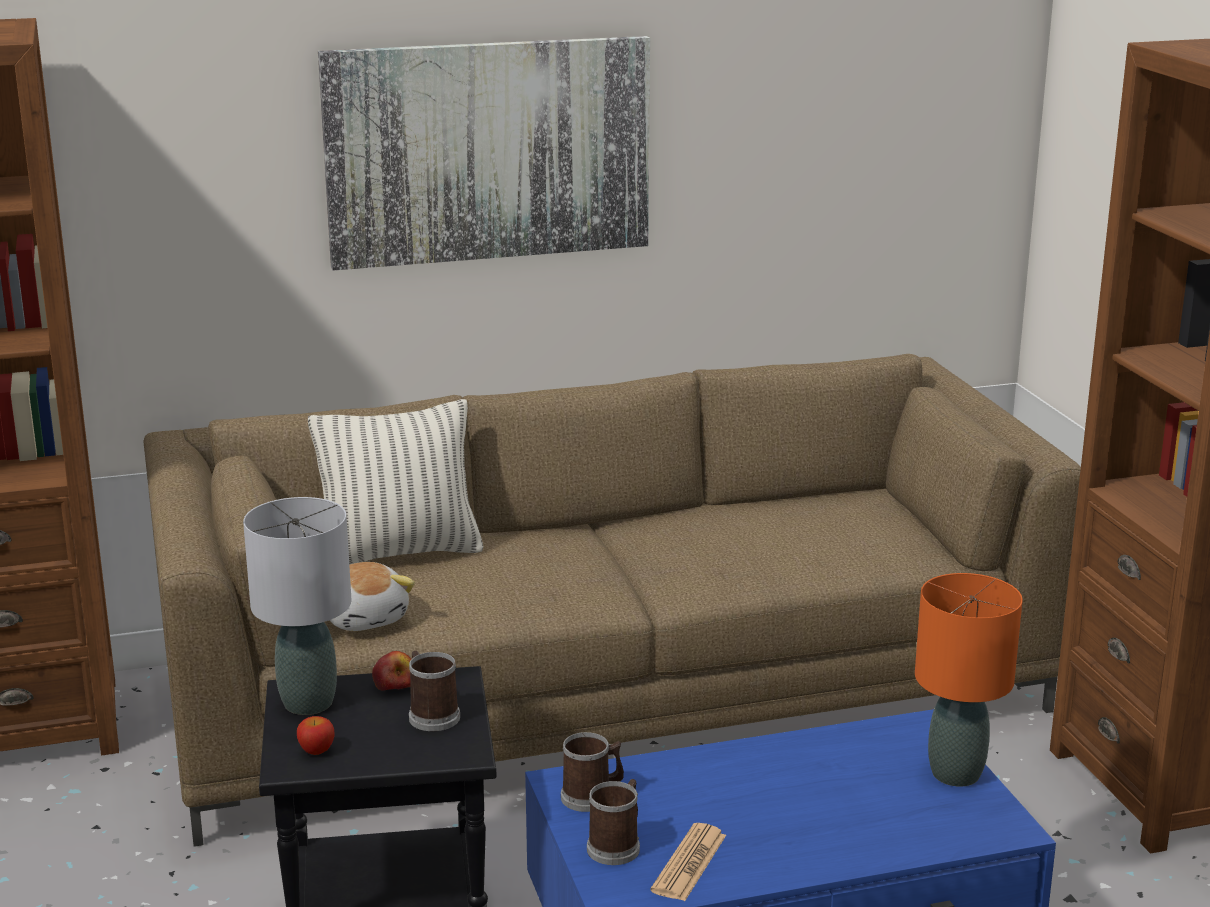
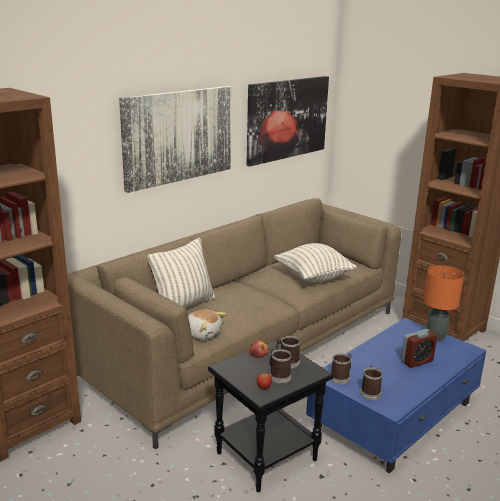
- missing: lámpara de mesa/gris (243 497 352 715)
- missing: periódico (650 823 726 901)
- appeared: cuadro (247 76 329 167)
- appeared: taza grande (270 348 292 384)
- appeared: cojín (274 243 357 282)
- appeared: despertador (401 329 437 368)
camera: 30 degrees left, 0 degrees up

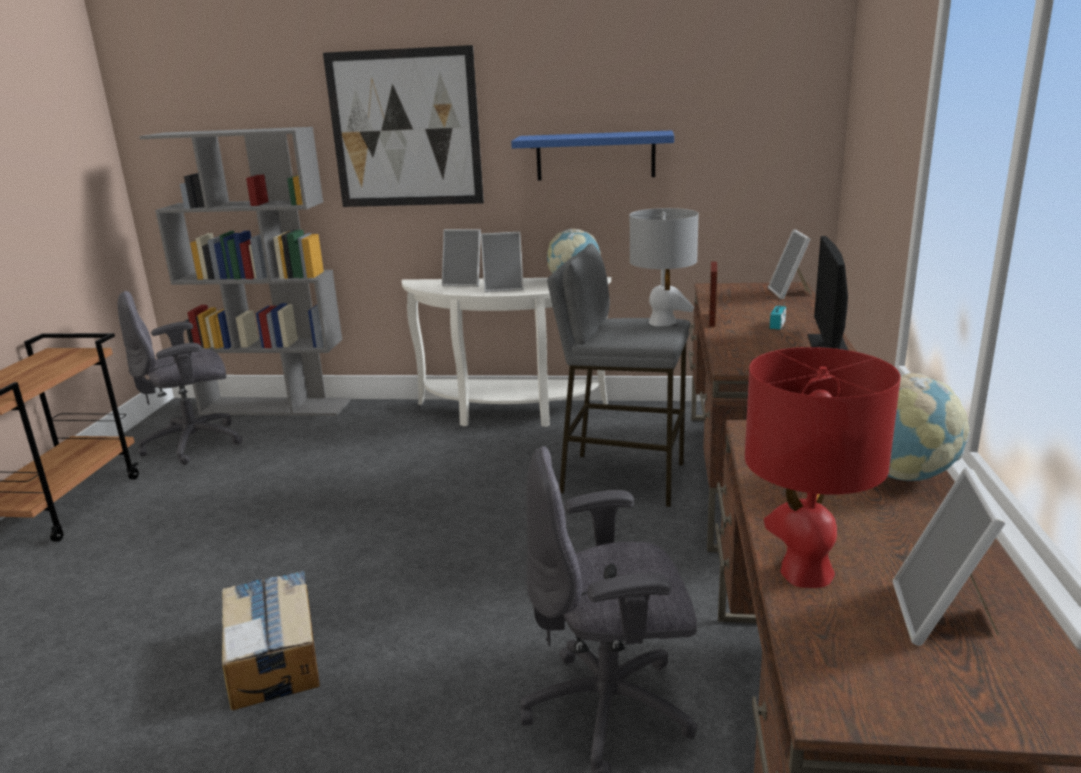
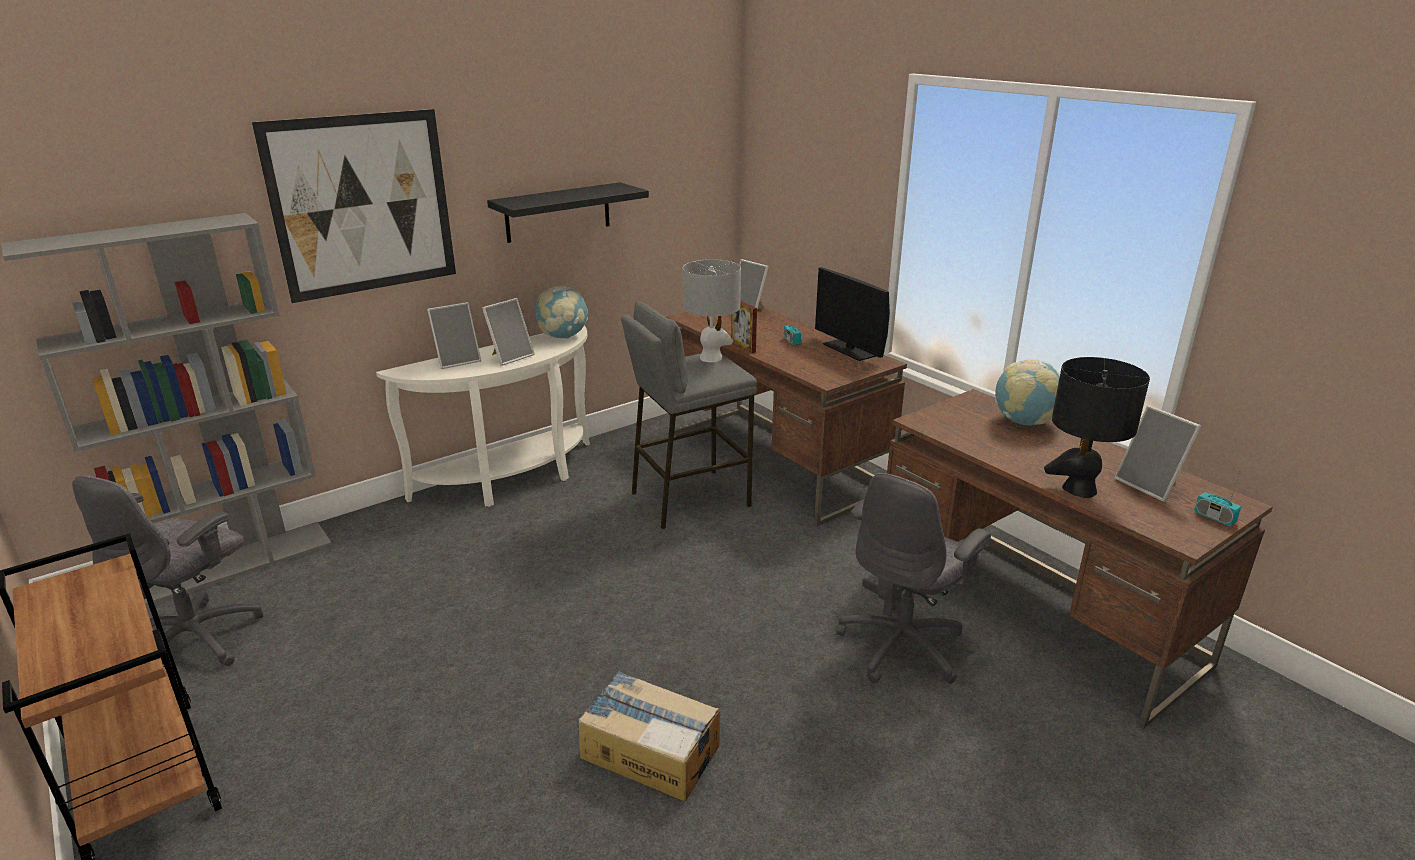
- colour: estante/azul (511 130 674 181) to estante/negro (487 182 649 243)
- colour: lámpara de mesa/rojo (745 347 901 588) to lámpara de mesa/negro (1044 357 1150 498)
- appeared: radio (1194 472 1241 526)
camera: 45 degrees left, 5 degrees up

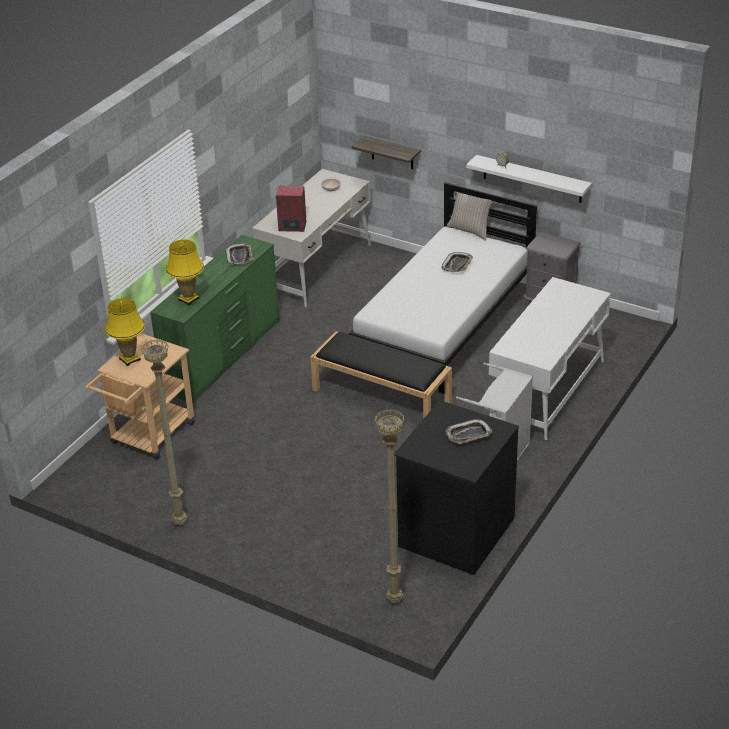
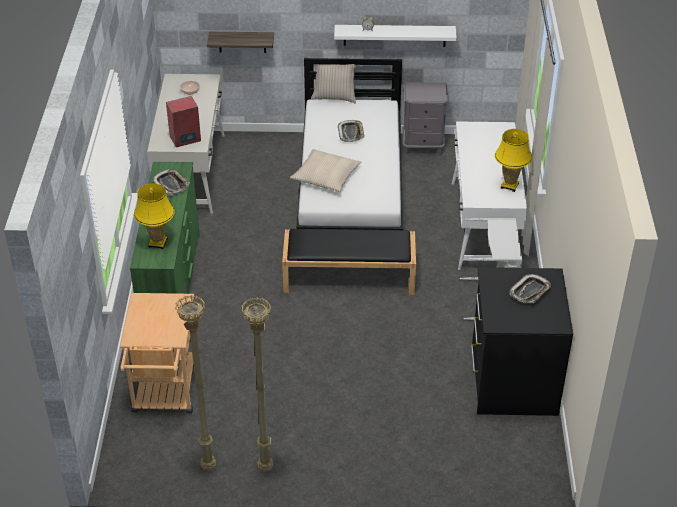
- relocated: lámpara de mesa/amarillo (105 298 145 366) to (495 129 532 192)
- relocated: lámpara de pie/beis (375 409 404 603) to (175 295 216 471)
- appeared: cojín/beis (290 149 361 192)
camera: 30 degrees left, 5 degrees up

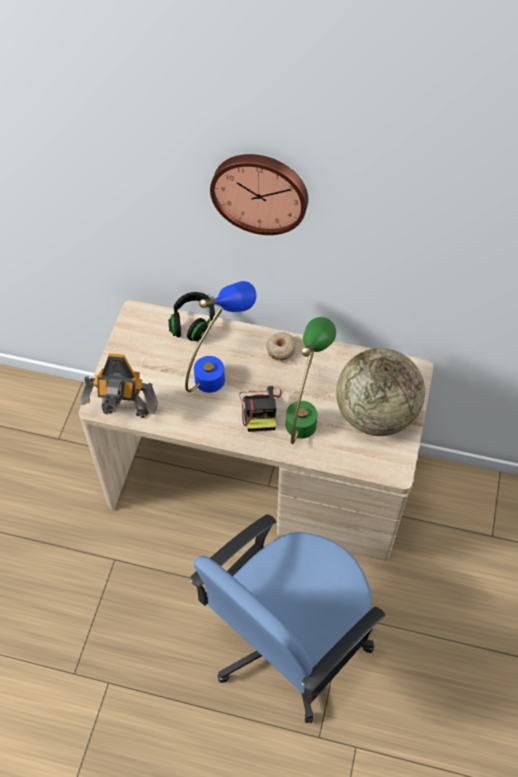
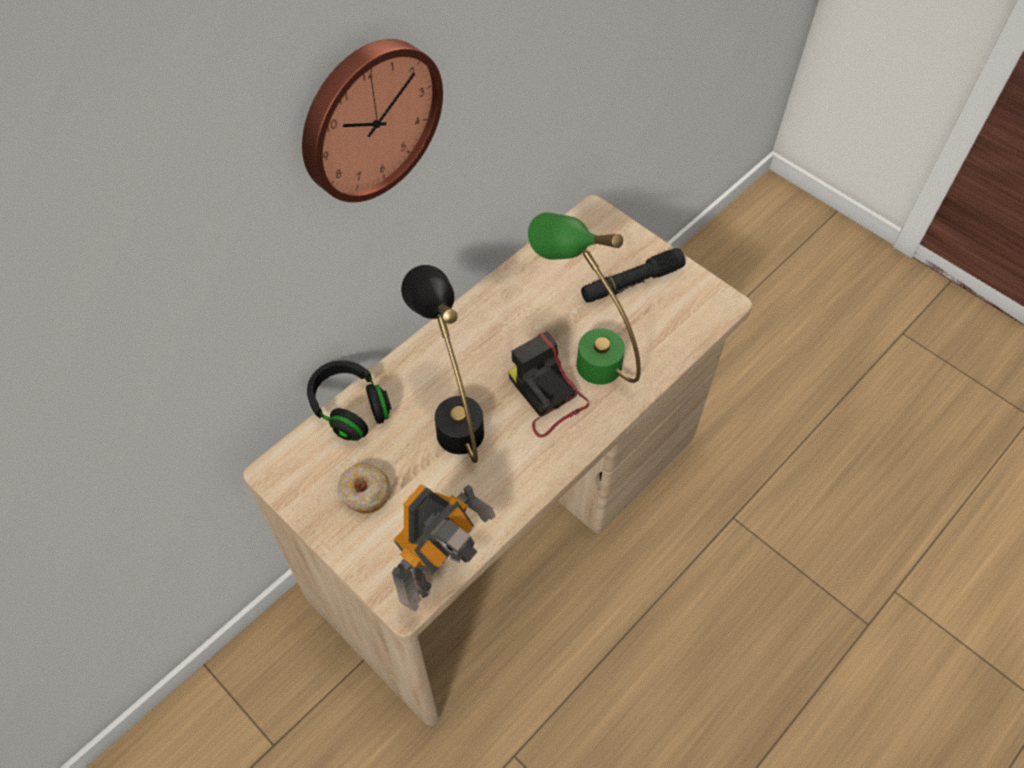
- colour: lámpara de mesa/azul (185 281 256 393) to lámpara de mesa/negro (401 265 484 463)
- missing: silla de oficina/azul (190 514 385 723)
- spun: cámara (240 386 282 432) = (508 331 589 438) 150 degrees counterclockwise
- relocated: rosquilla (266 332 296 361) to (338 464 390 514)
- exchanged: globo terráqueo (336 348 425 436) to linterna/negro (581 248 686 302)
camera: 60 degrees left, 0 degrees up

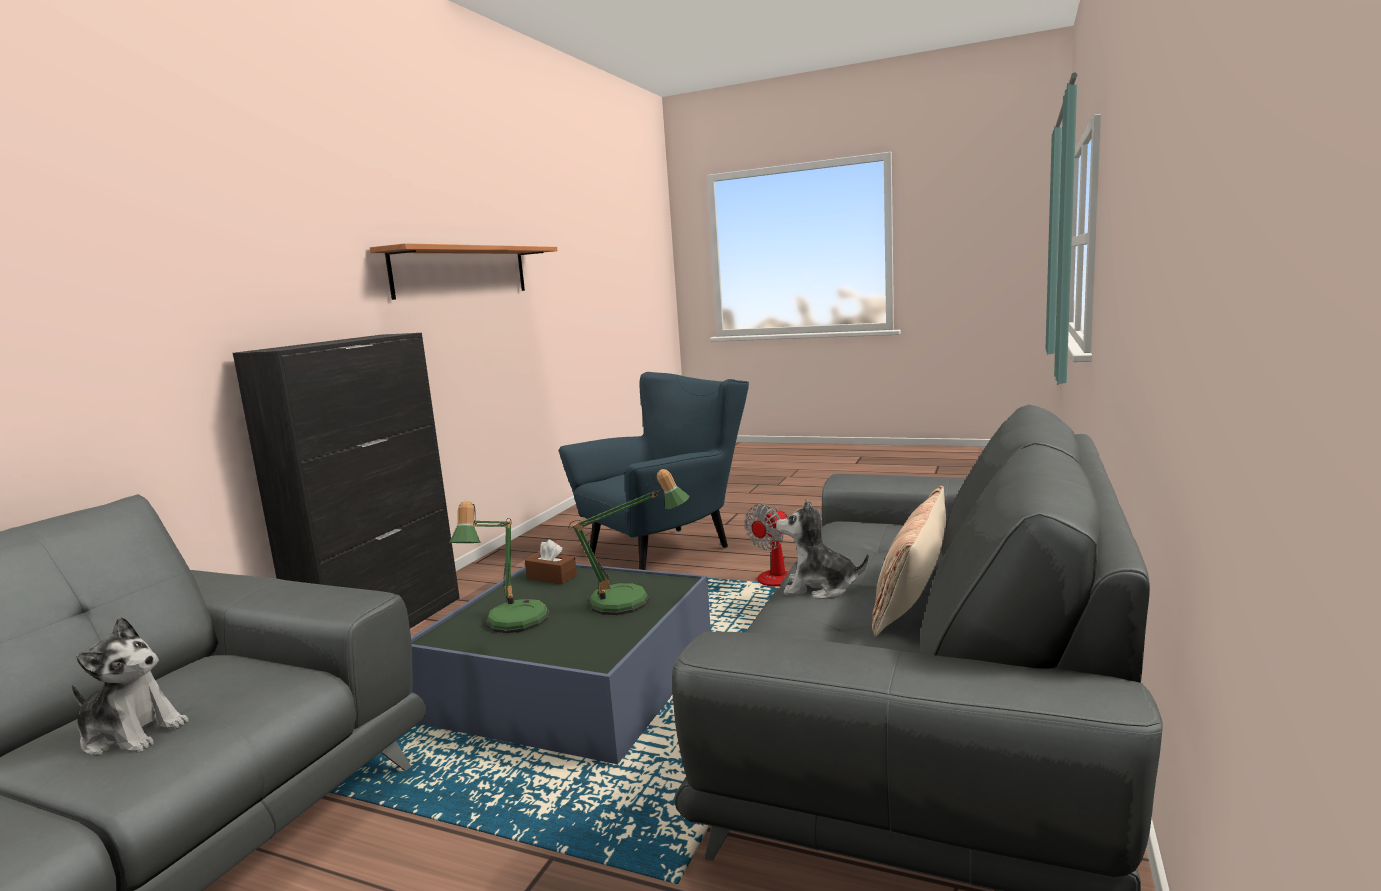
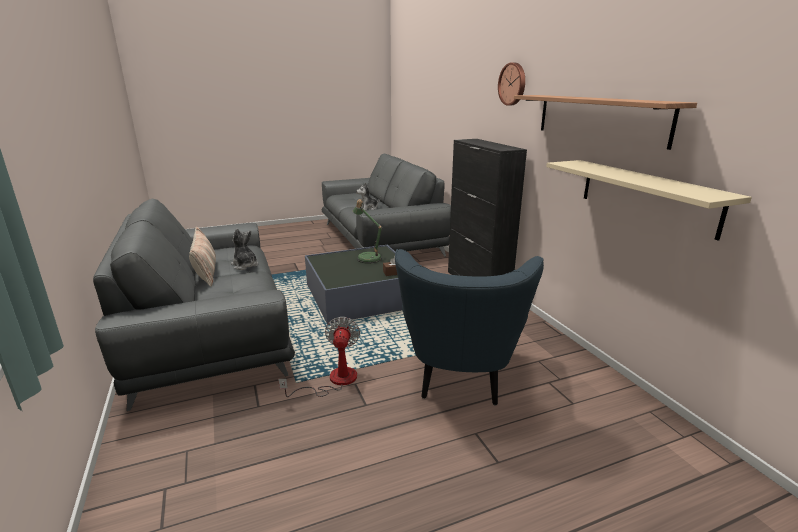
- missing: lámpara de mesa (568 469 690 615)
- spun: peluche (776 499 869 599) = (231 228 258 270) 105 degrees counterclockwise
- appeared: reloj de pared (498 62 525 106)
- appeared: estante/beis (546 160 752 241)
camera: 135 degrees right, 10 degrees up

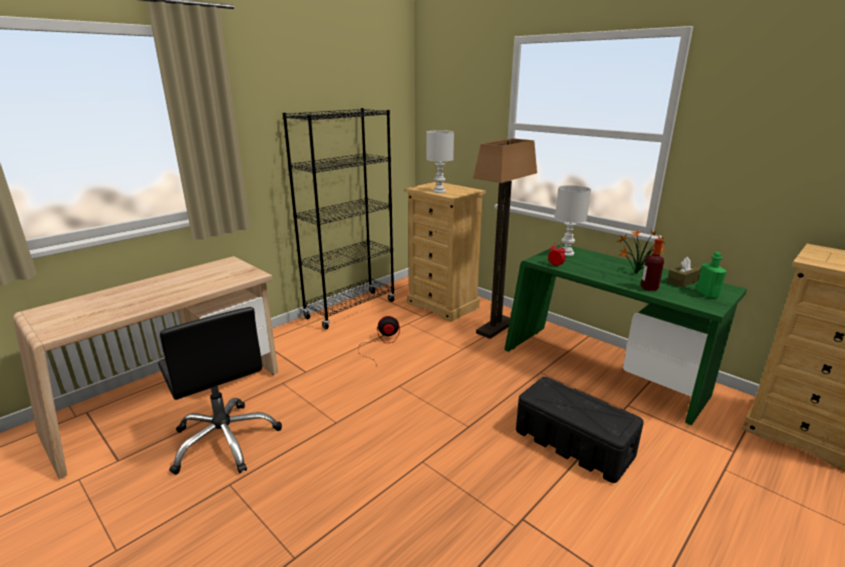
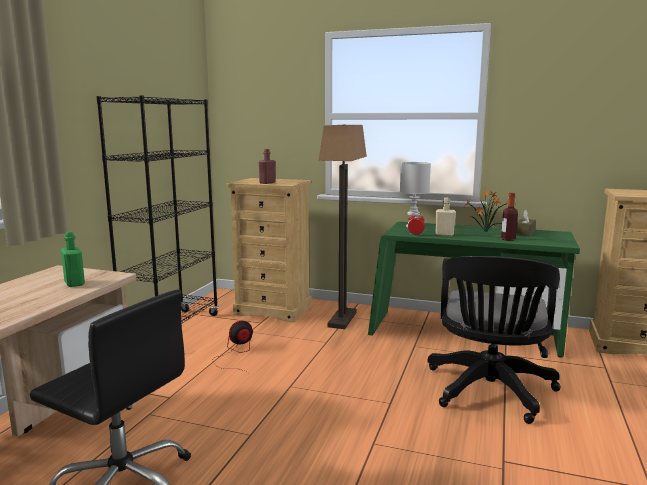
- exchanged: lámpara de mesa/blanco (427 130 454 193) to botella/rojo (259 149 276 184)
- exchanged: caja de almacenaje/negro (516 377 644 483) to silla de oficina/negro (427 256 561 424)
- relocated: botella/verde (696 252 726 298) to (61 231 85 287)
- appeared: botella/beis (435 198 456 236)
camera: 25 degrees left, 10 degrees down

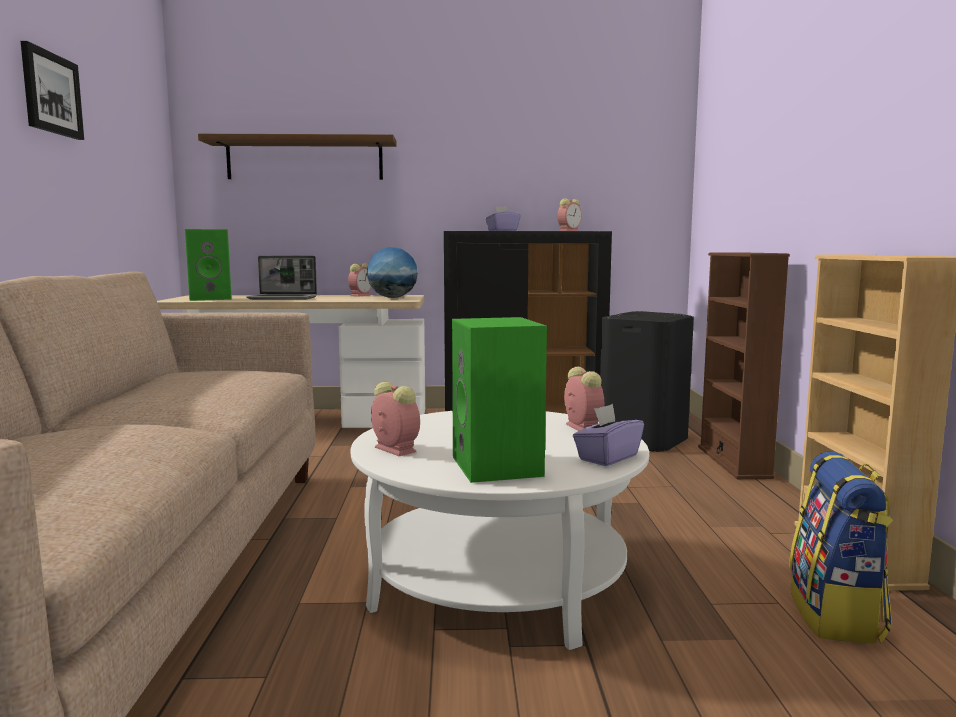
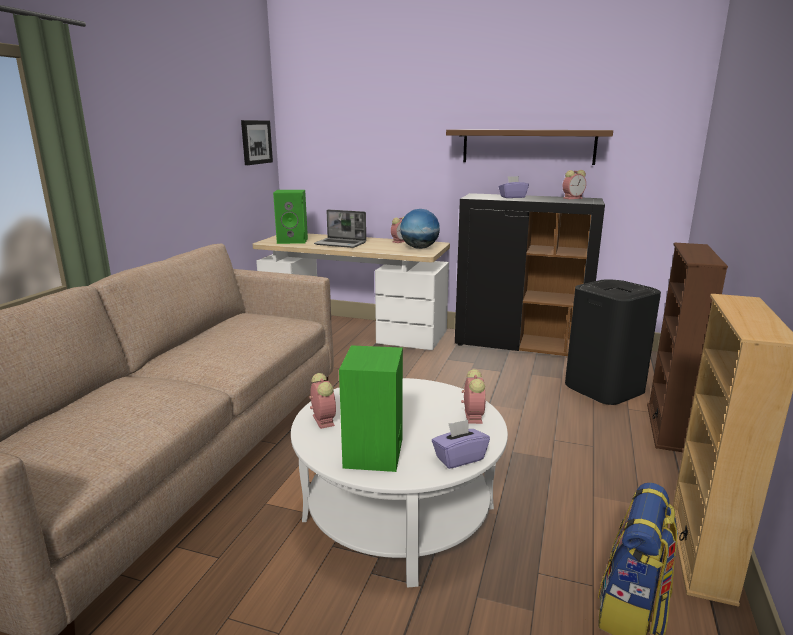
- relocated: cuadro (21 41 84 140) to (241 120 273 165)
- relocated: estante/marrón (198 134 397 180) to (446 129 613 165)
camera: 20 degrees right, 10 degrees up

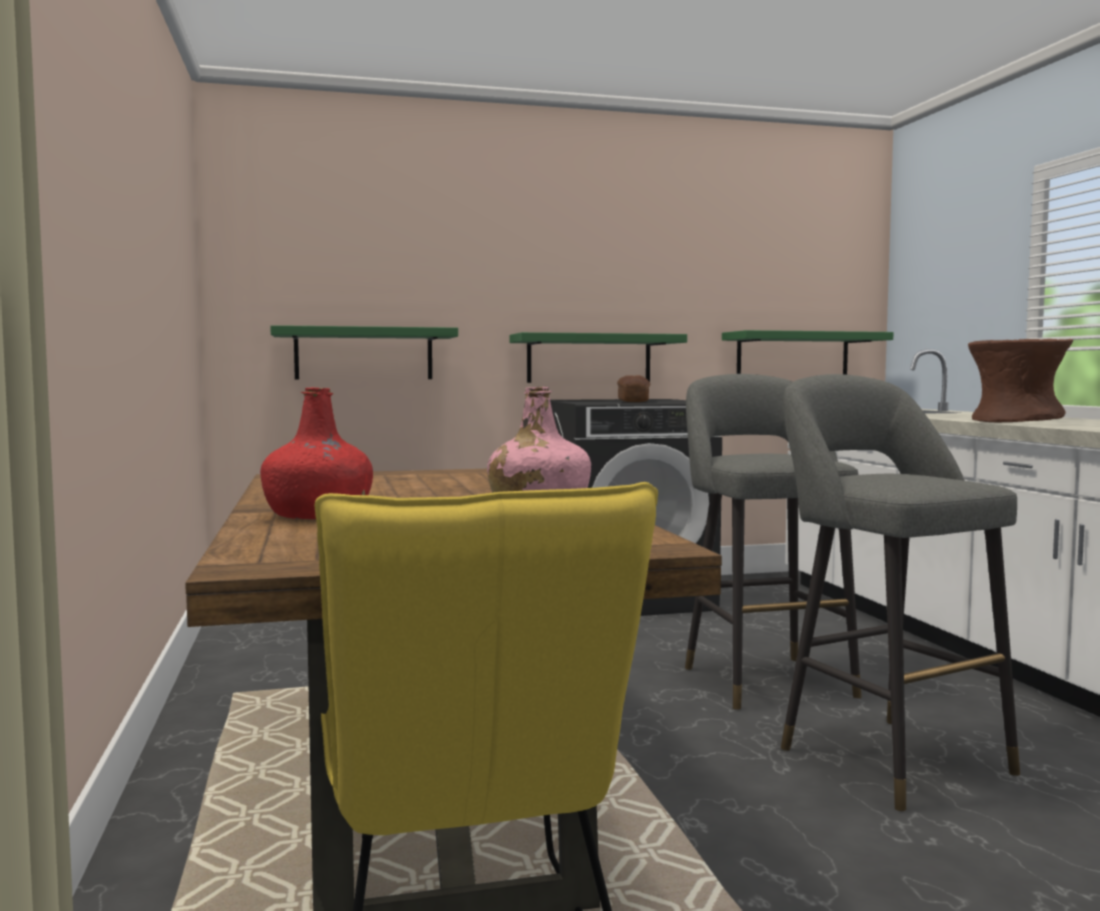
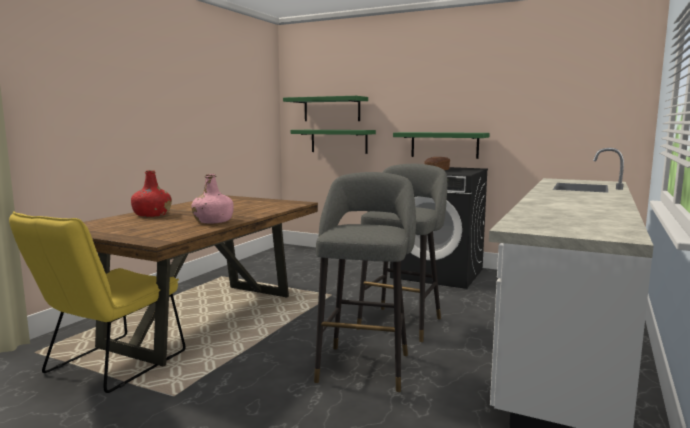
- relocated: estante/verde (722 330 894 375) to (283 96 368 121)
- missing: florero/marrón (968 339 1073 423)
camera: 40 degrees right, 5 degrees up

